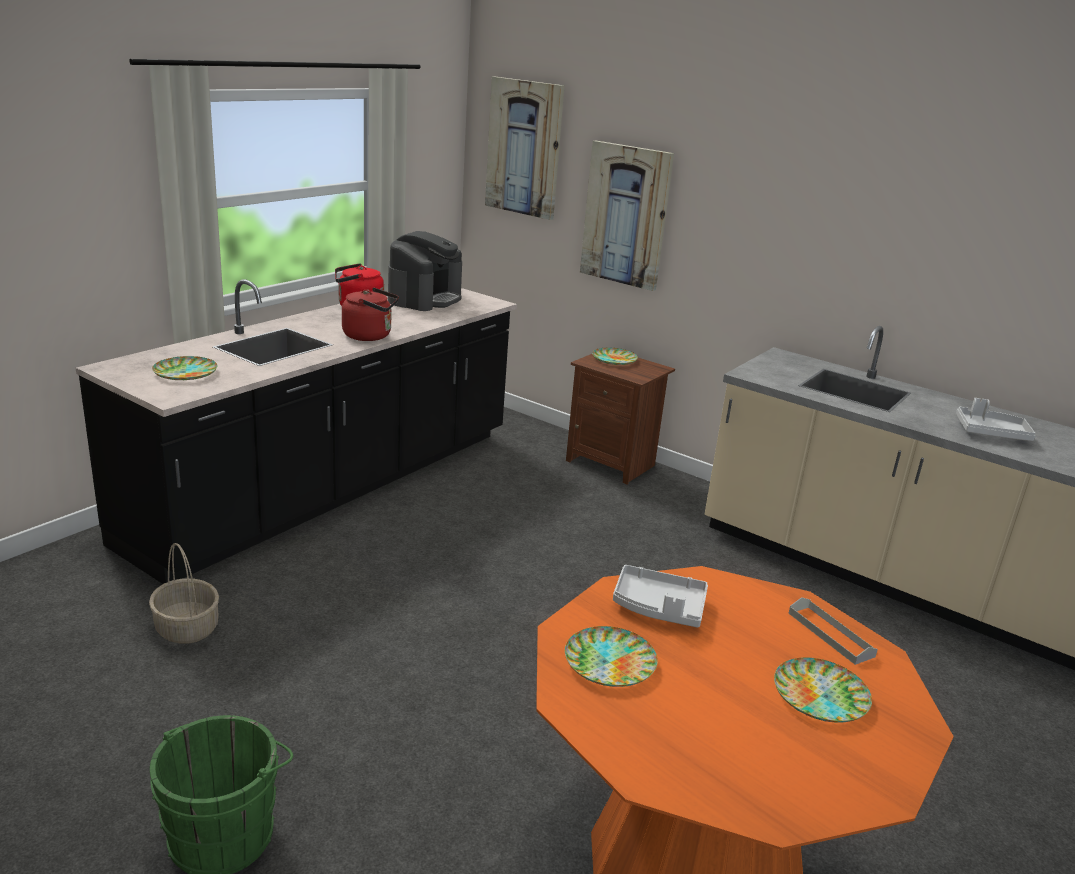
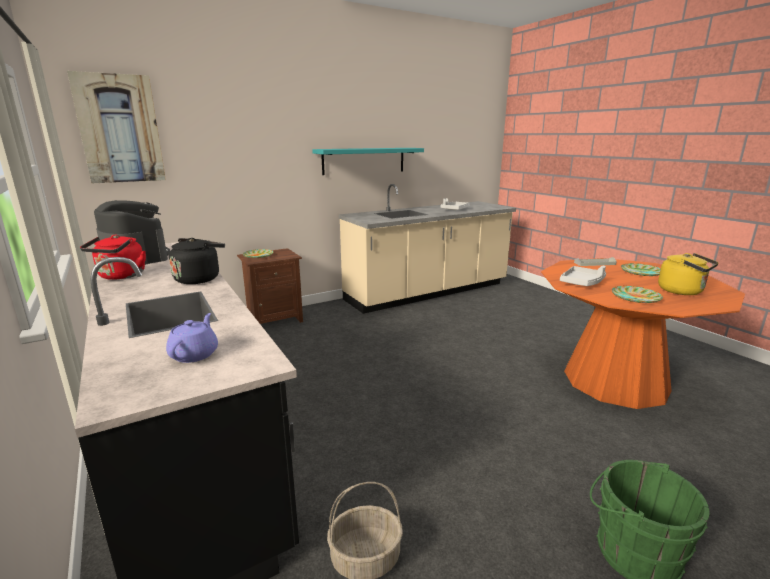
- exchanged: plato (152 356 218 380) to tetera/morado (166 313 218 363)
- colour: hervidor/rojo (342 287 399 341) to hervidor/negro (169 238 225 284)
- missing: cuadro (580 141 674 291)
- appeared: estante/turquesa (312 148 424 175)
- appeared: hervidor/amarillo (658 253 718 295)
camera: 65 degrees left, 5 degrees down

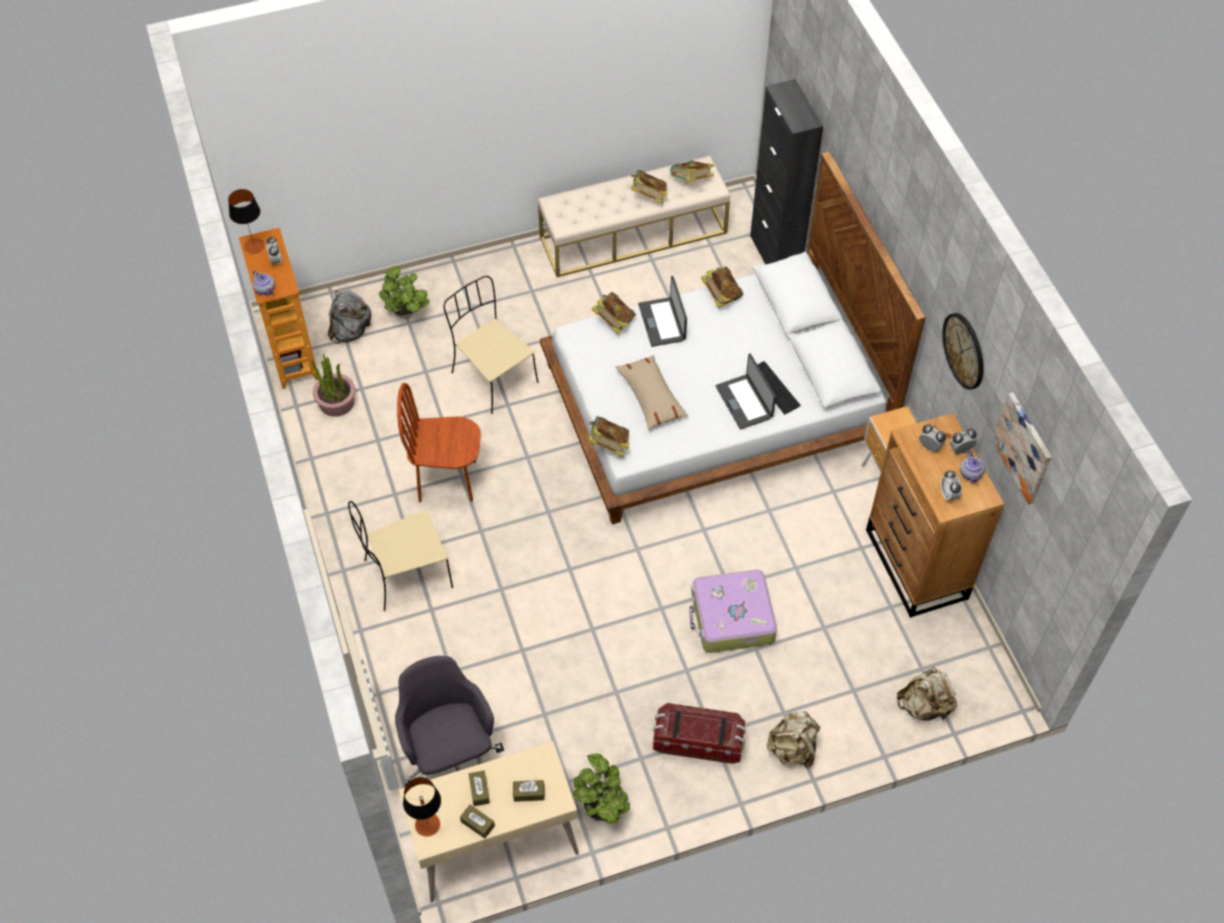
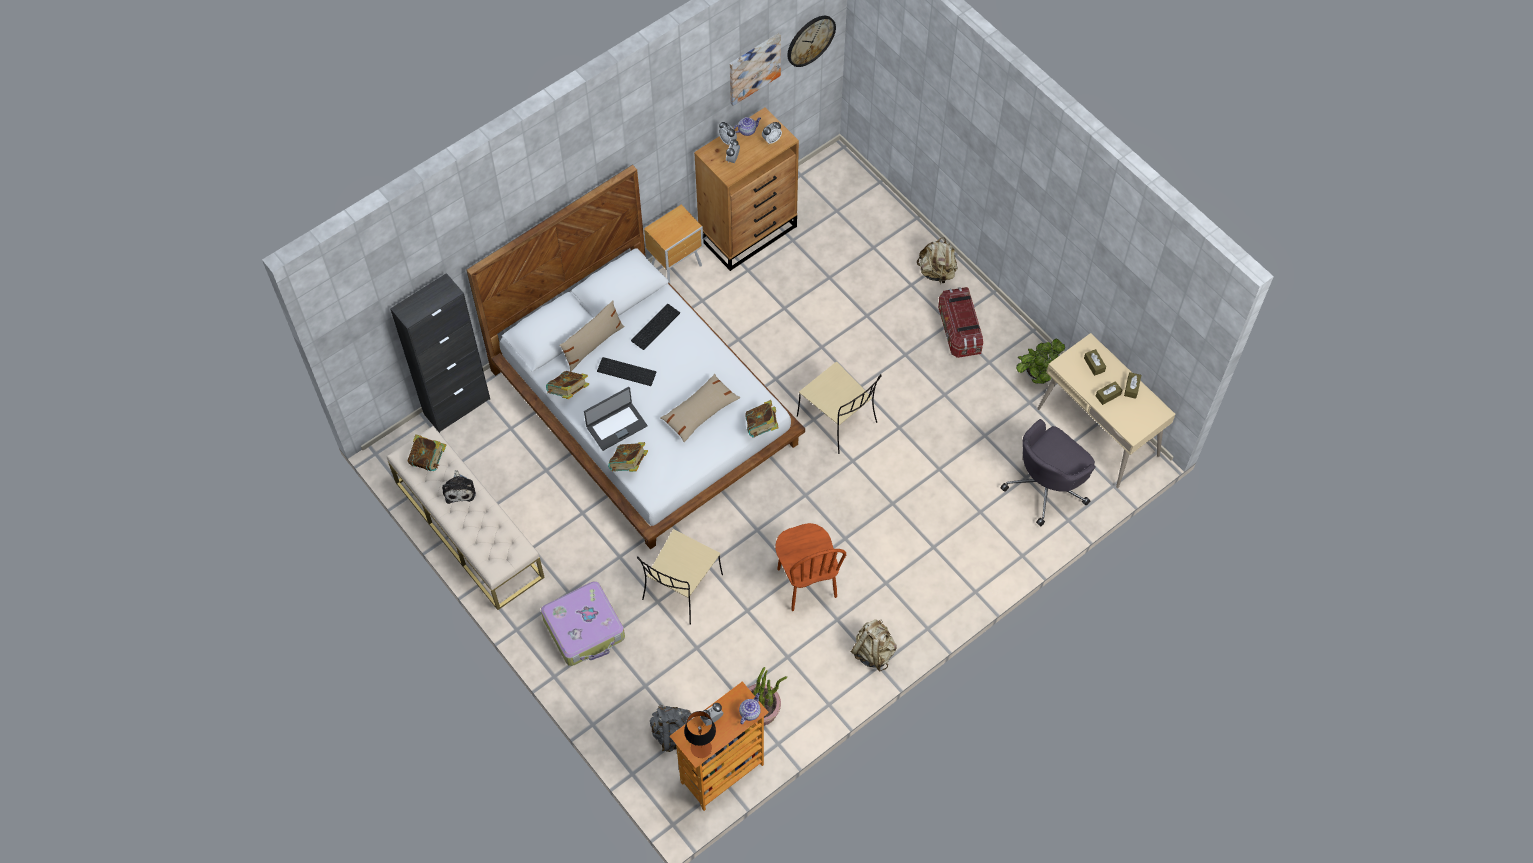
- relocated: silla/beis (348 501 453 611) to (797 362 882 454)
- missing: planta en maceta (379 266 429 318)
- missing: lámpara de mesa (403 777 441 837)
- exchanged: libro (631 170 667 204) to peluche (442 470 476 504)
- relocated: maleta (689 570 777 653) to (541 581 625 666)
- missing: portátil (716 353 776 429)
- relocated: mochila/beis (897 667 957 721) to (851 619 897 672)
- relocated: reloj de pared (943 313 984 390) to (787 16 836 67)
- appeared: cojín/beis (559 300 624 372)
- appeared: teclado (597 357 657 386)
camera: 110 degrees left, 5 degrees up

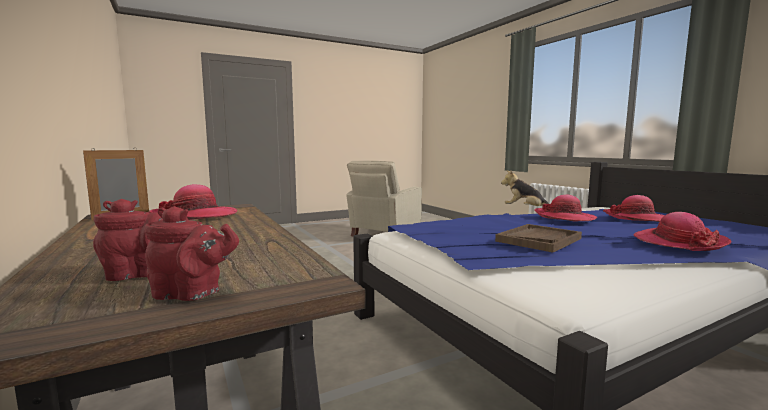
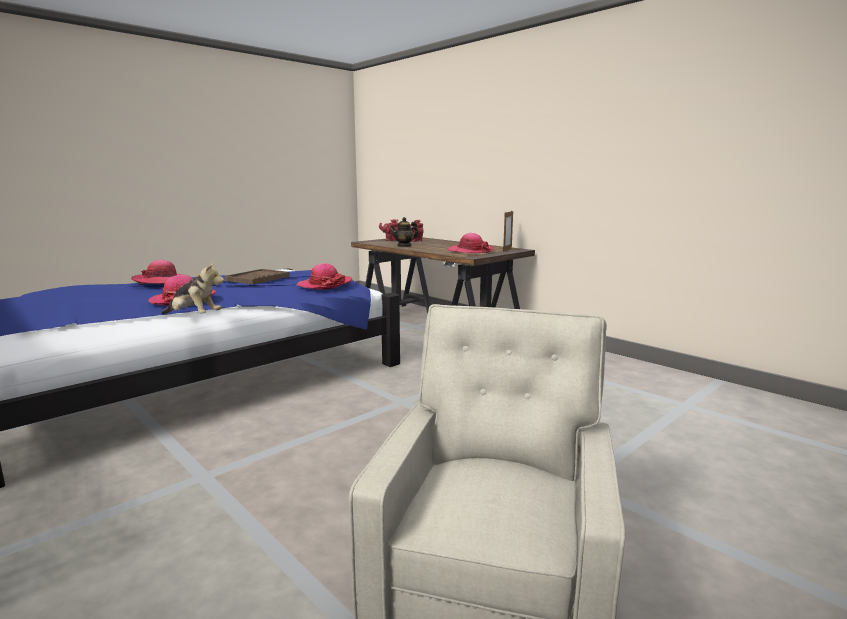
- relocated: sombrero (603 195 665 222) to (296 263 352 290)
- appeared: tetera (390 217 419 247)
camera: 165 degrees right, 5 degrees up

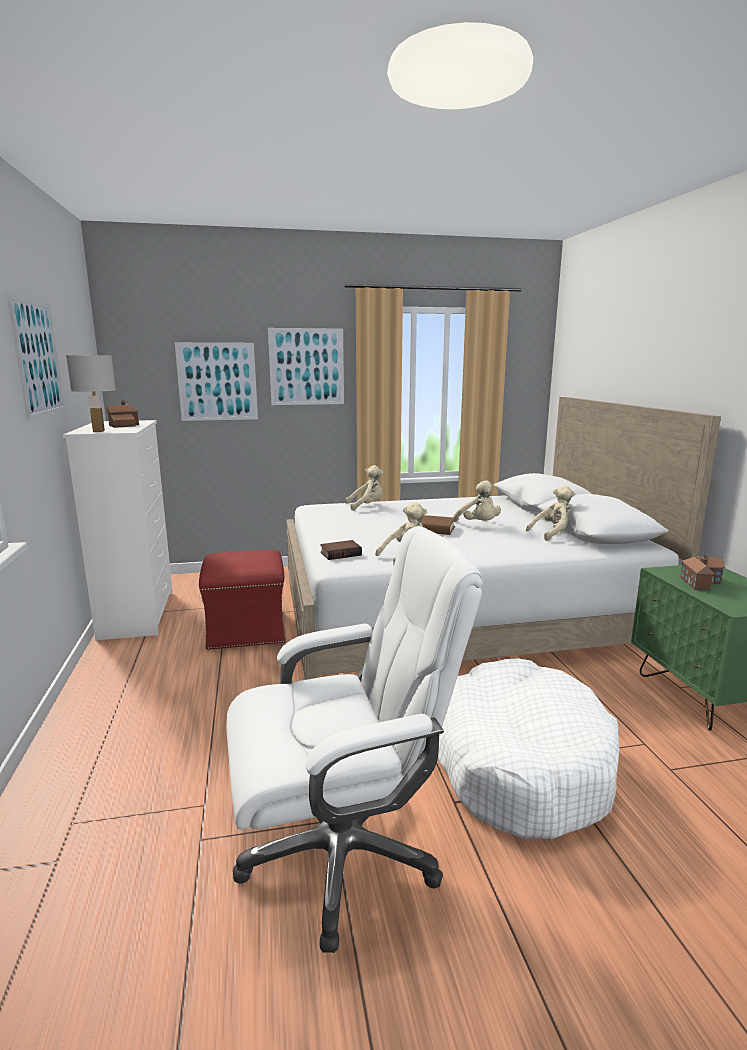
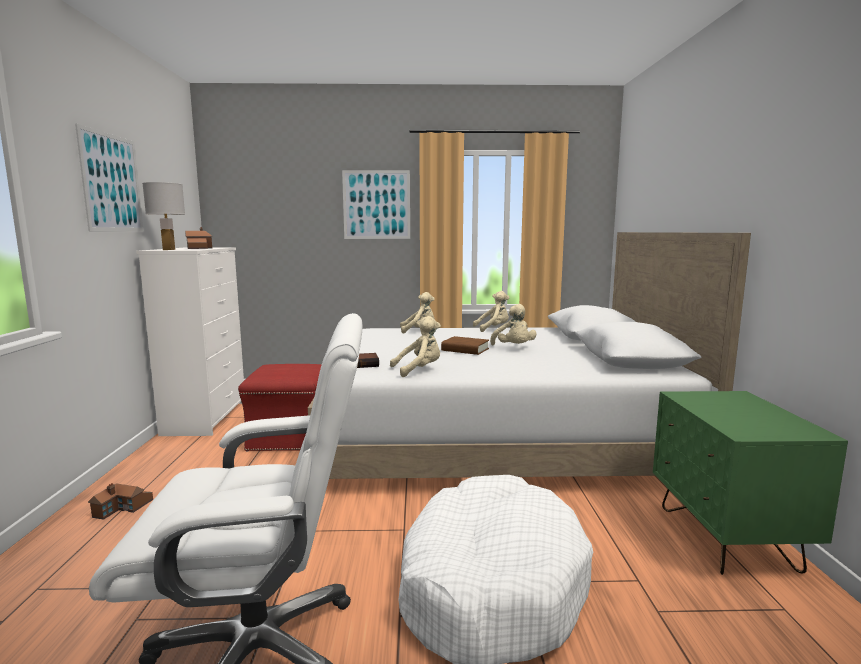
- missing: cuadro (175 342 258 421)
- relocated: peluche/beis (526 485 575 541) to (473 291 509 332)
- relocated: casita (680 555 725 590) to (88 483 153 520)
camera: 10 degrees right, 5 degrees down

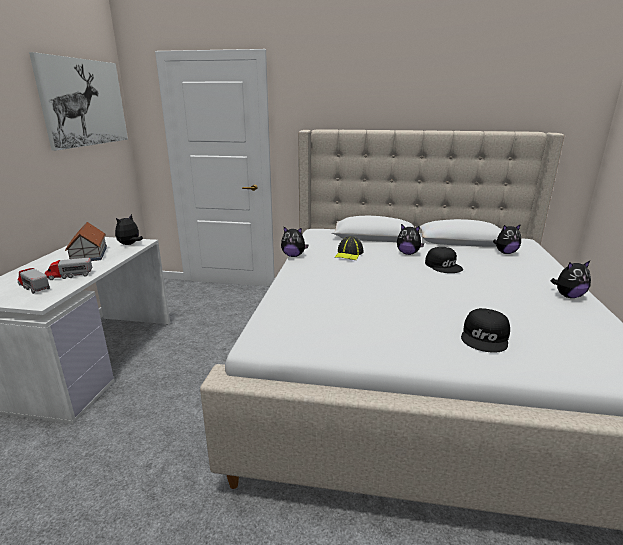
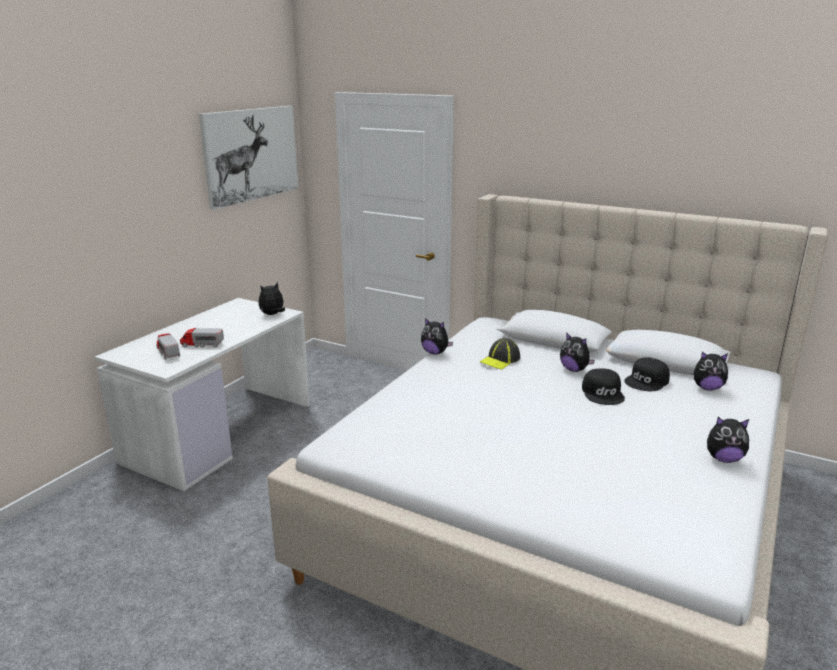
- missing: casita (65 222 107 261)
- relocated: gorra/negro (461 308 510 353) to (624 357 670 391)
camera: 20 degrees right, 0 degrees up

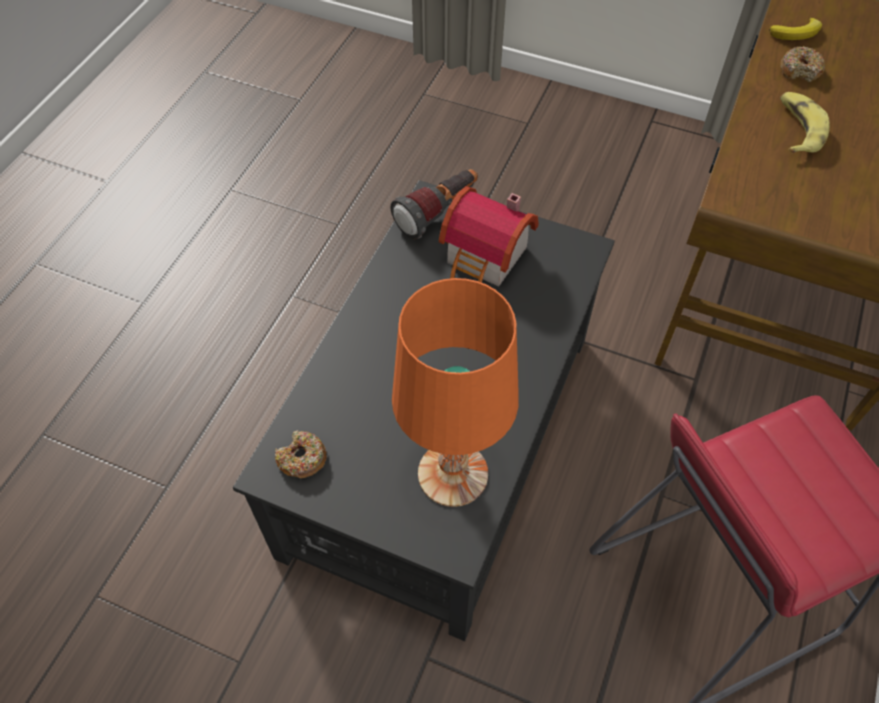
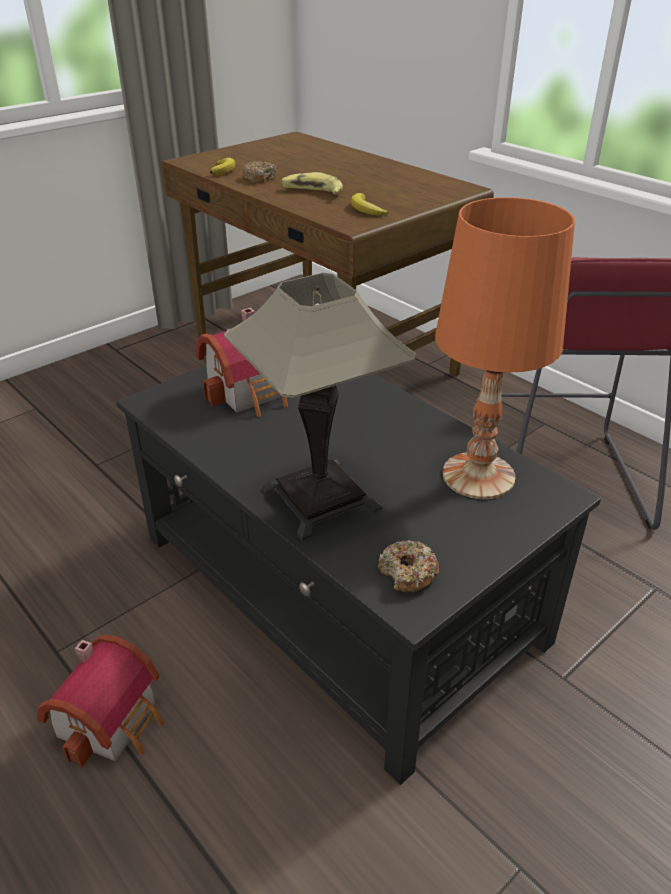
- missing: linterna (390 169 478 239)
- appeared: casita (37 634 164 767)
- appeared: lámpara de mesa (224 273 417 540)
- appeared: plátano (351 193 388 215)
camera: 65 degrees left, 20 degrees down

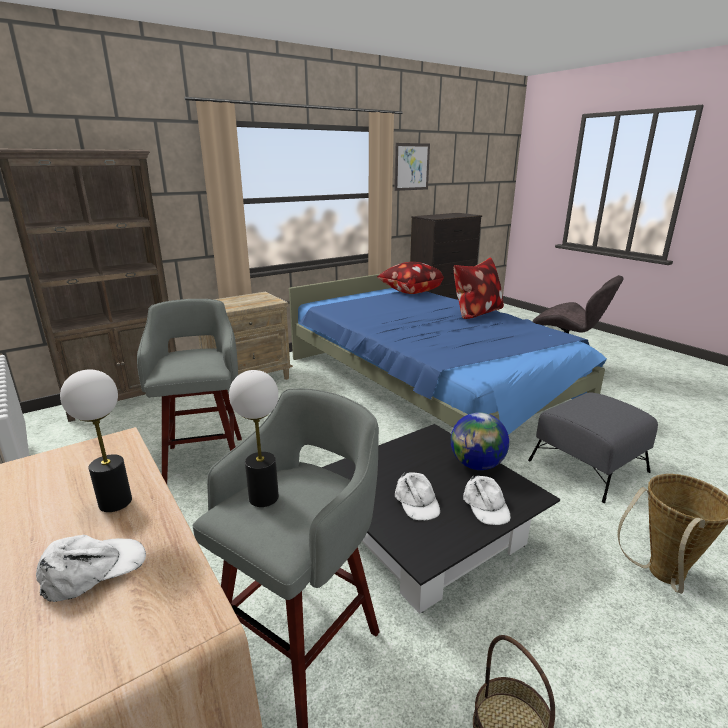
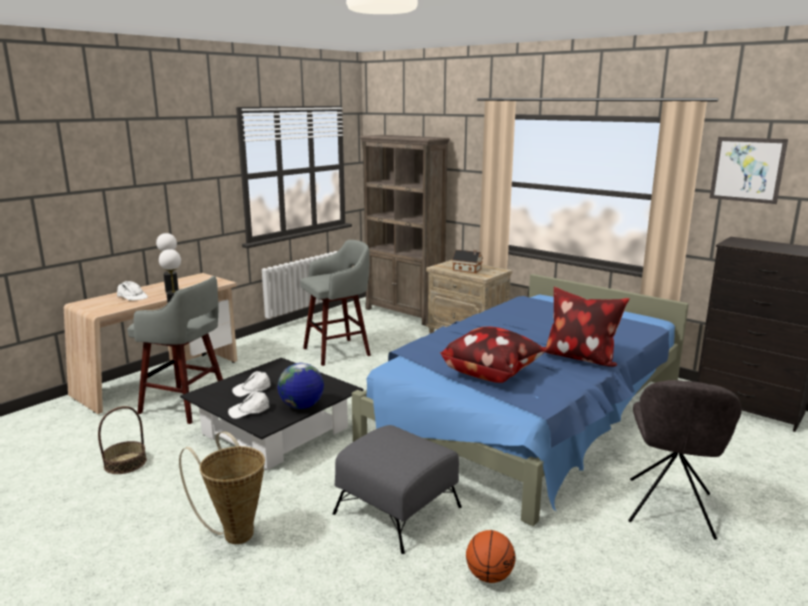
- relocated: cojín (377 262 444 294) to (440 326 546 383)
- appeared: casita (452 250 483 273)
- appeared: balón de baloncesto (466 530 516 583)
camera: 75 degrees right, 5 degrees down

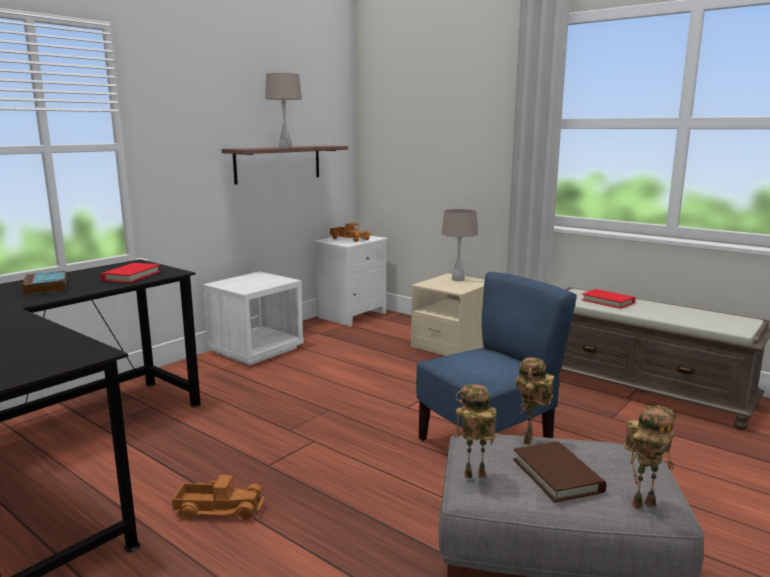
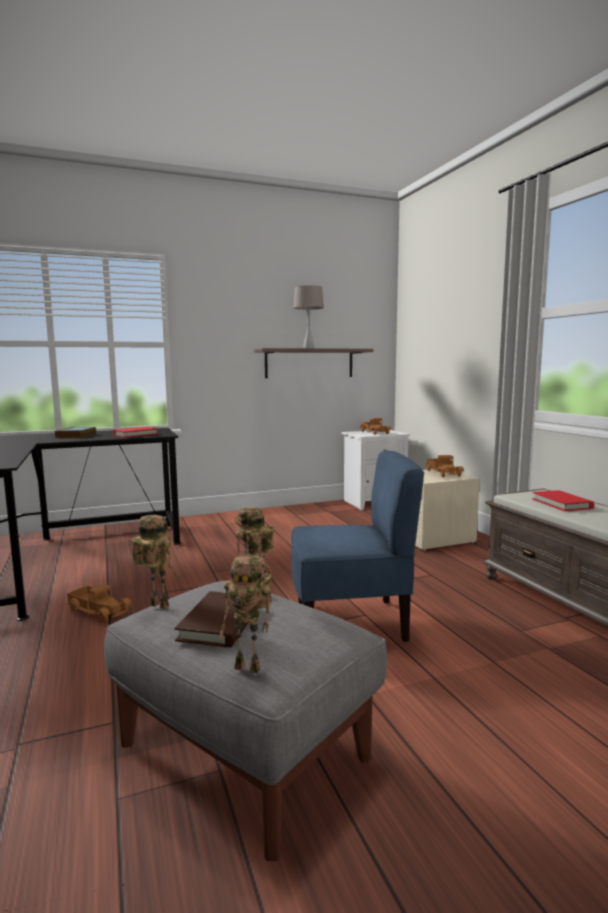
- missing: mesita de noche/blanco (203 272 304 366)
- exchanged: lámpara de mesa/beis (441 209 478 281) to camión de juguete (426 455 464 477)
camera: 30 degrees right, 5 degrees down

